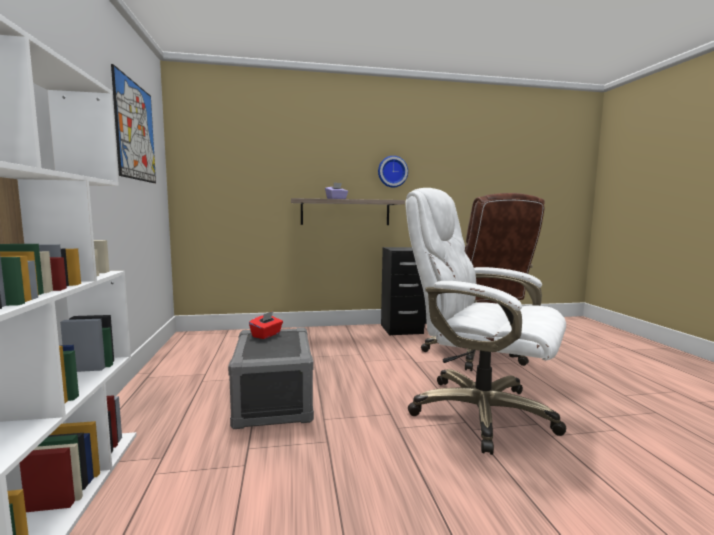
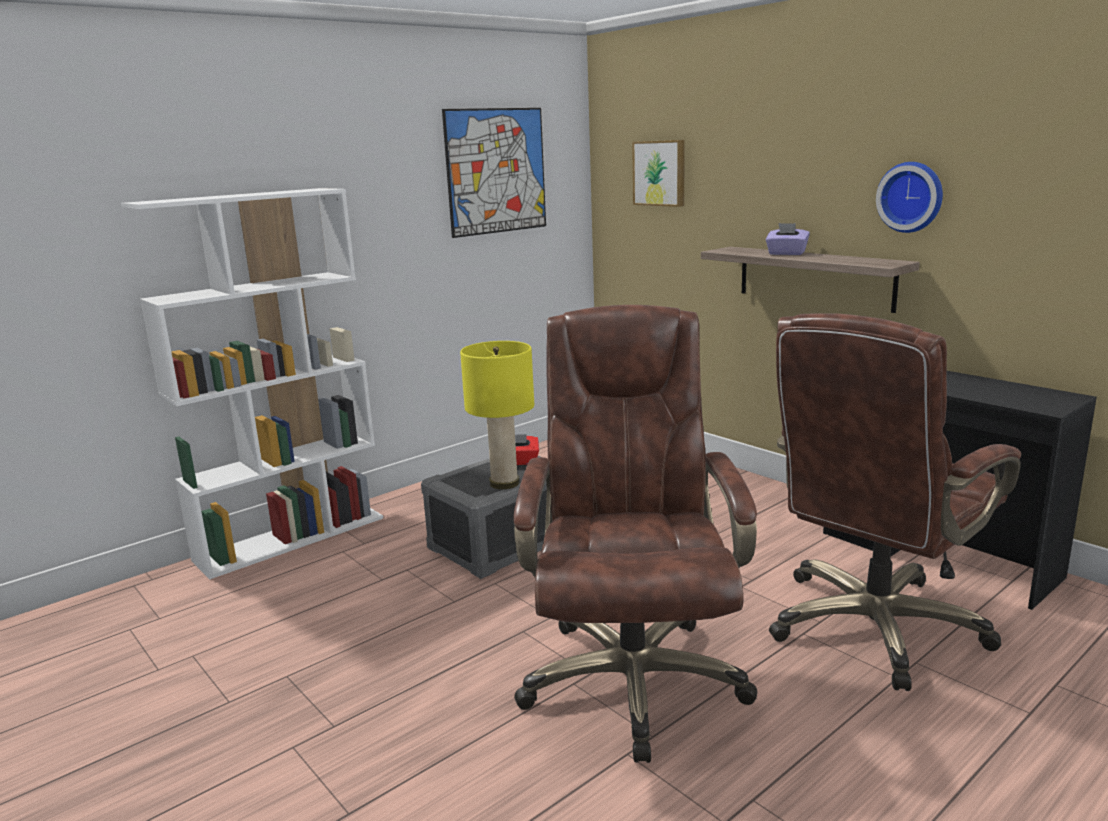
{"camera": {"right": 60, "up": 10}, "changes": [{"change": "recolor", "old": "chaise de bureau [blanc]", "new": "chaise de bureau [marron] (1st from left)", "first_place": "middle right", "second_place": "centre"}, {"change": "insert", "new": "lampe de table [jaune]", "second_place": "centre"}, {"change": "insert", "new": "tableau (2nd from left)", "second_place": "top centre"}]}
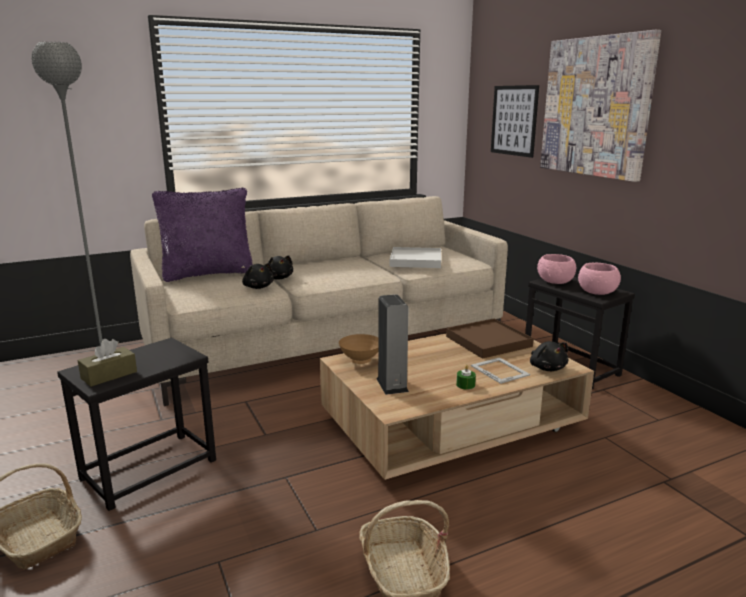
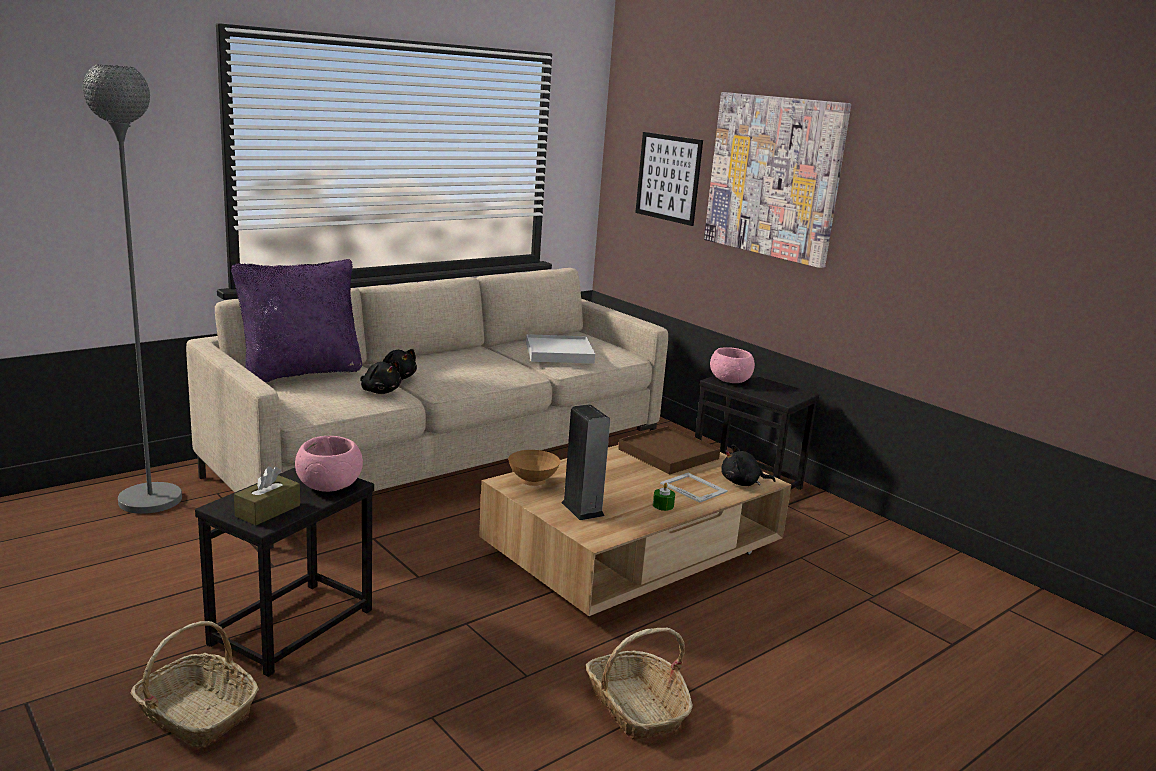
{"camera": {"right": -15, "up": 0}, "changes": [{"change": "rotate", "old": "peluche [noir] (3rd from left)", "first_place": "middle right", "second_place": "centre", "degrees": 120}, {"change": "move", "old": "bol [rose] (2nd from left in the first image)", "new": "bol [rose] (1st from left)", "first_place": "middle right", "second_place": "middle left"}]}
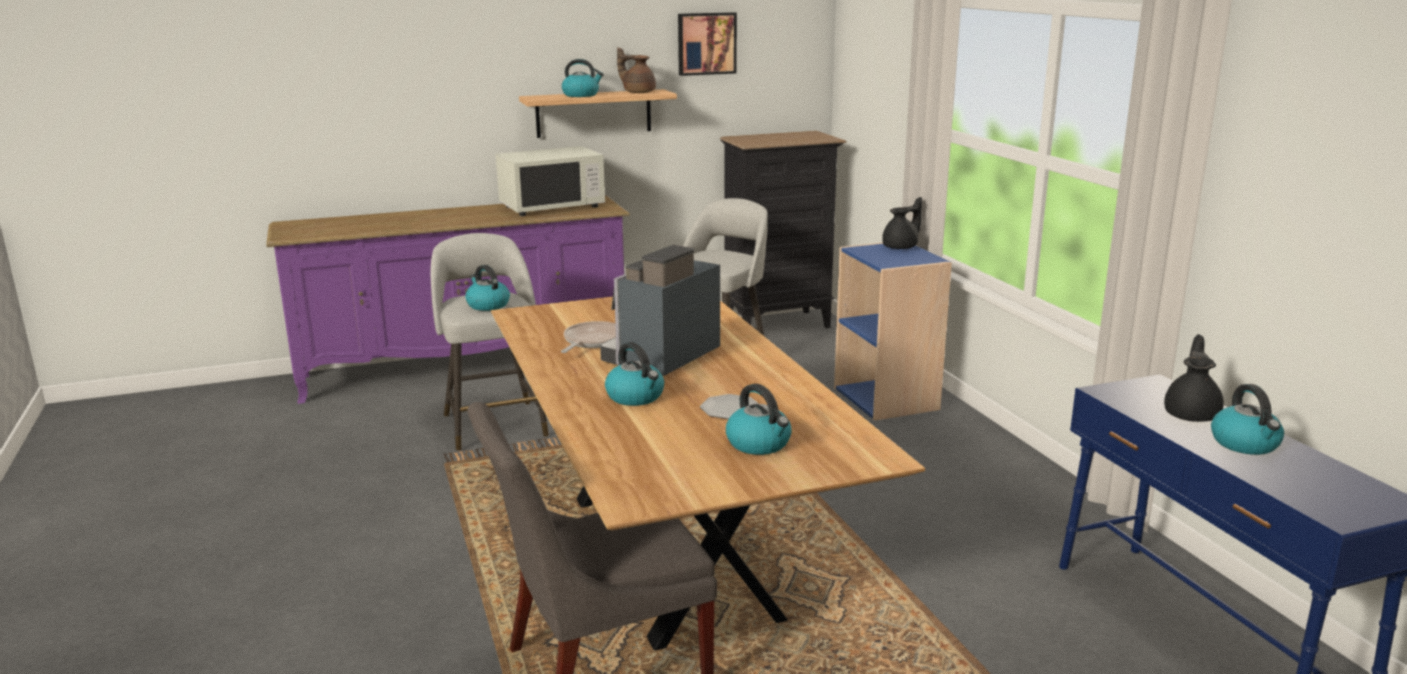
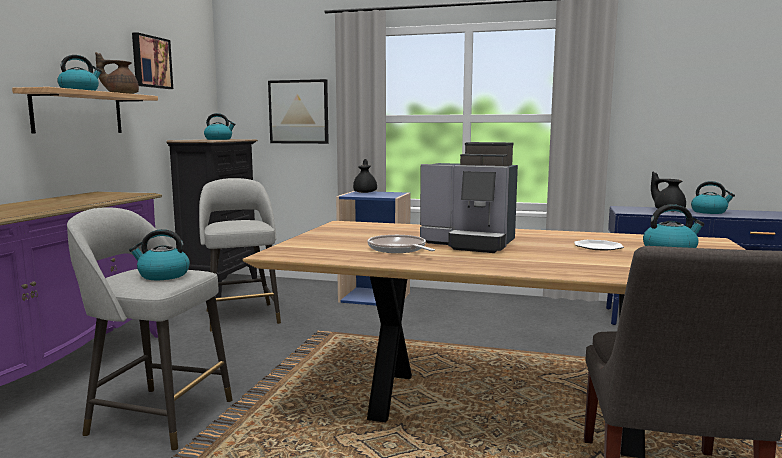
{"camera": {"right": -55, "up": -10}, "changes": [{"change": "delete", "old": "micro-ondes [blanc]", "first_place": "top centre"}, {"change": "rotate", "old": "machine à café", "first_place": "centre", "second_place": "centre", "degrees": -45}, {"change": "move", "old": "bouilloire (3rd from left)", "first_place": "centre", "second_place": "top left"}, {"change": "insert", "new": "tableau (2nd from left)", "second_place": "top centre"}]}
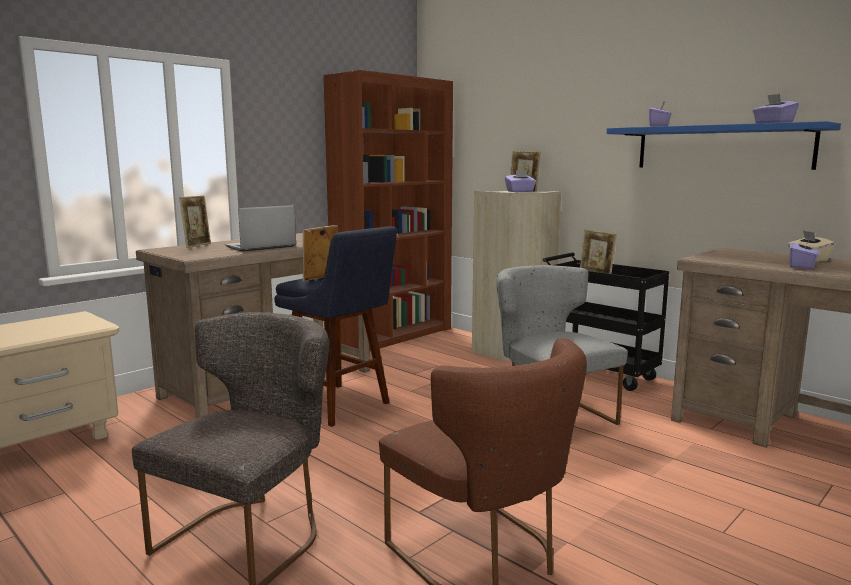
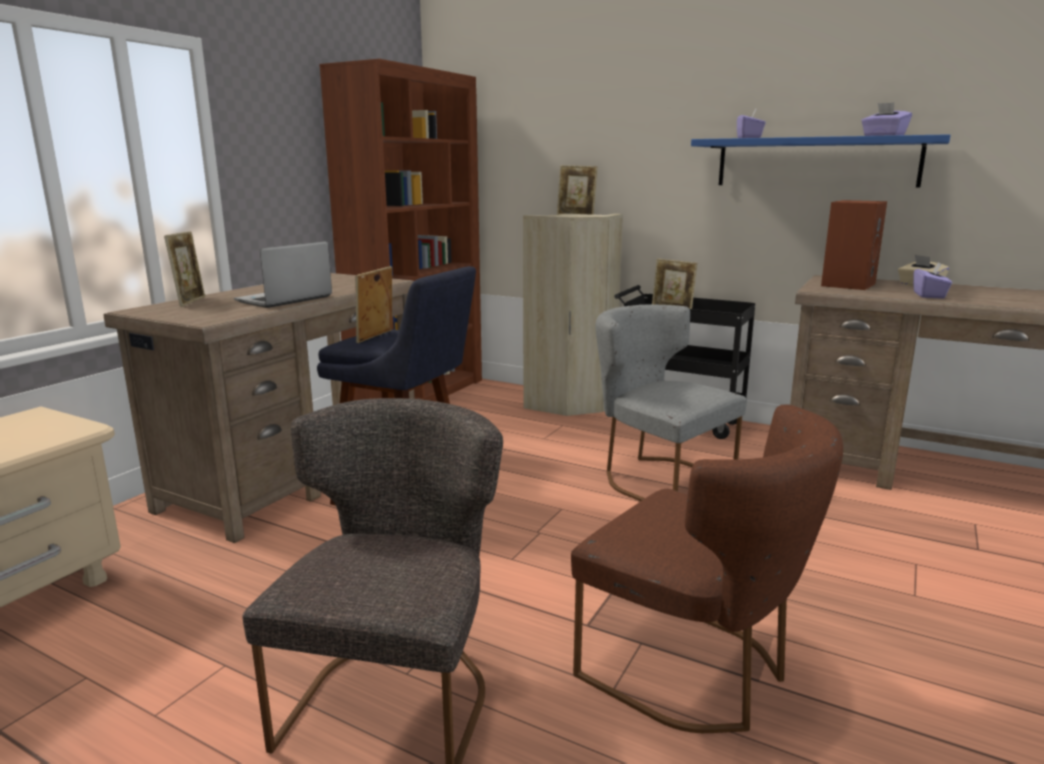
{"camera": {"right": -15, "up": 5}, "changes": [{"change": "delete", "old": "boîte à mouchoirs [violet] (1st from left)", "first_place": "top centre"}, {"change": "insert", "new": "enceinte [marron]", "second_place": "top right"}]}
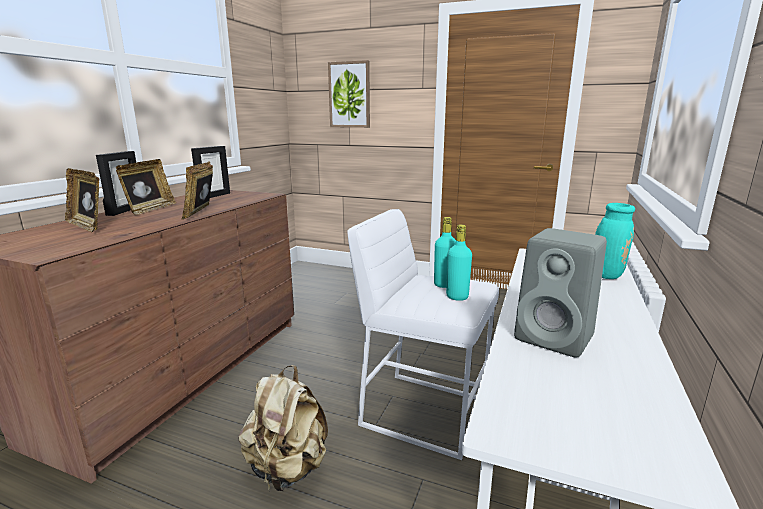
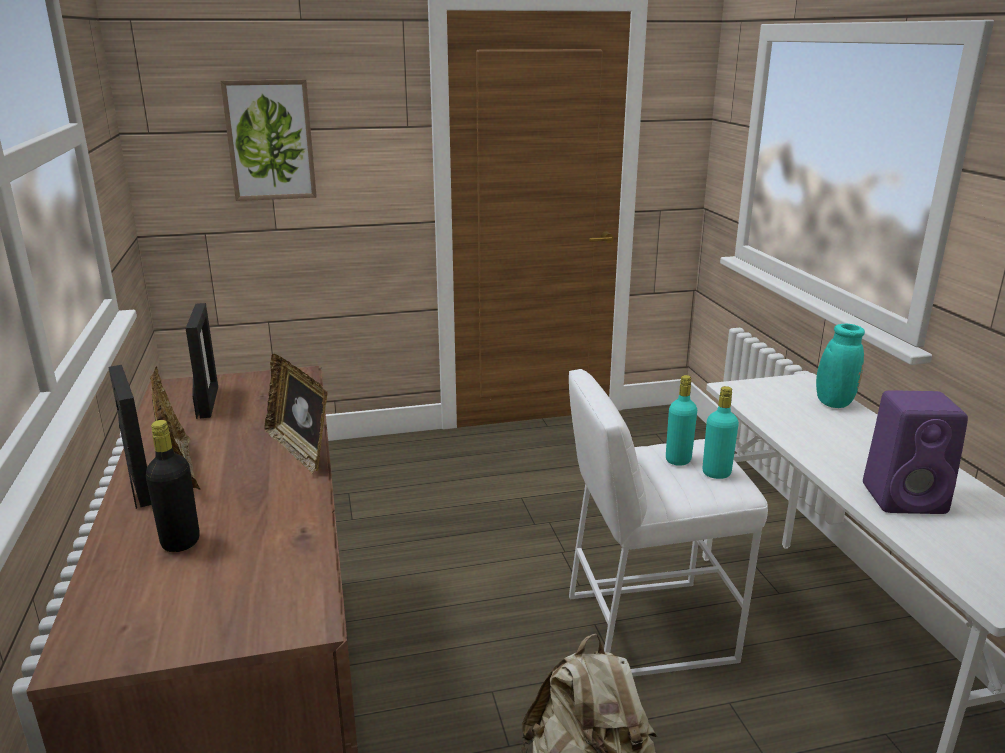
{"camera": {"right": -35, "up": 5}, "changes": [{"change": "replace", "old": "cadre photo (1st from left)", "new": "bouteille [noir]", "first_place": "middle left", "second_place": "middle left"}, {"change": "recolor", "old": "enceinte [gris]", "new": "enceinte [violet]", "first_place": "middle right", "second_place": "middle right"}]}
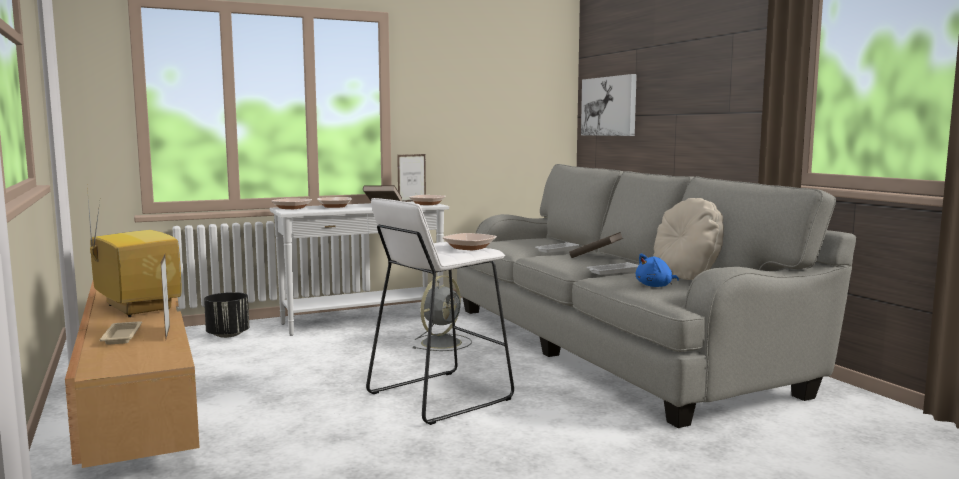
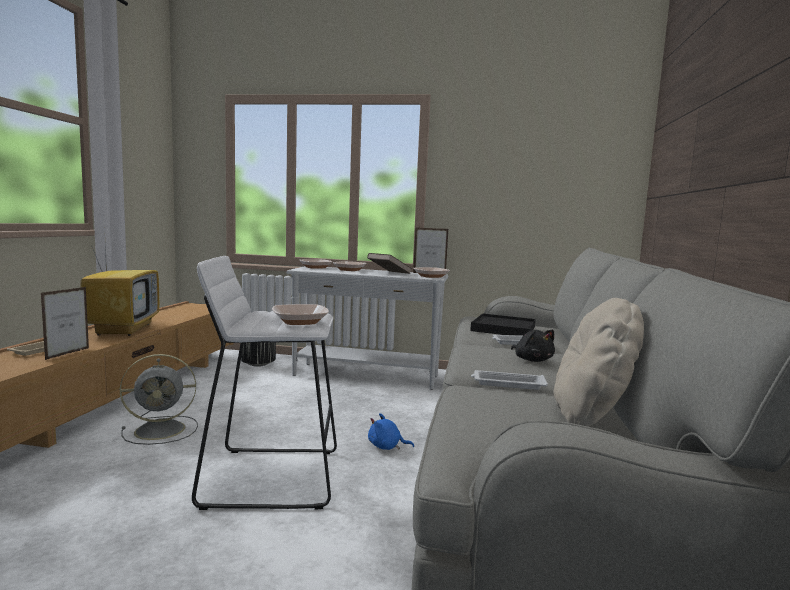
{"camera": {"right": 35, "up": 0}, "changes": [{"change": "move", "old": "ventilateur [gris]", "first_place": "centre", "second_place": "bottom left"}, {"change": "replace", "old": "livre [marron] (2nd from left)", "new": "peluche [noir]", "first_place": "centre", "second_place": "middle right"}, {"change": "delete", "old": "tableau", "first_place": "top centre"}, {"change": "move", "old": "peluche [bleu]", "first_place": "middle right", "second_place": "bottom centre"}, {"change": "insert", "new": "plateau [noir]", "second_place": "centre"}]}
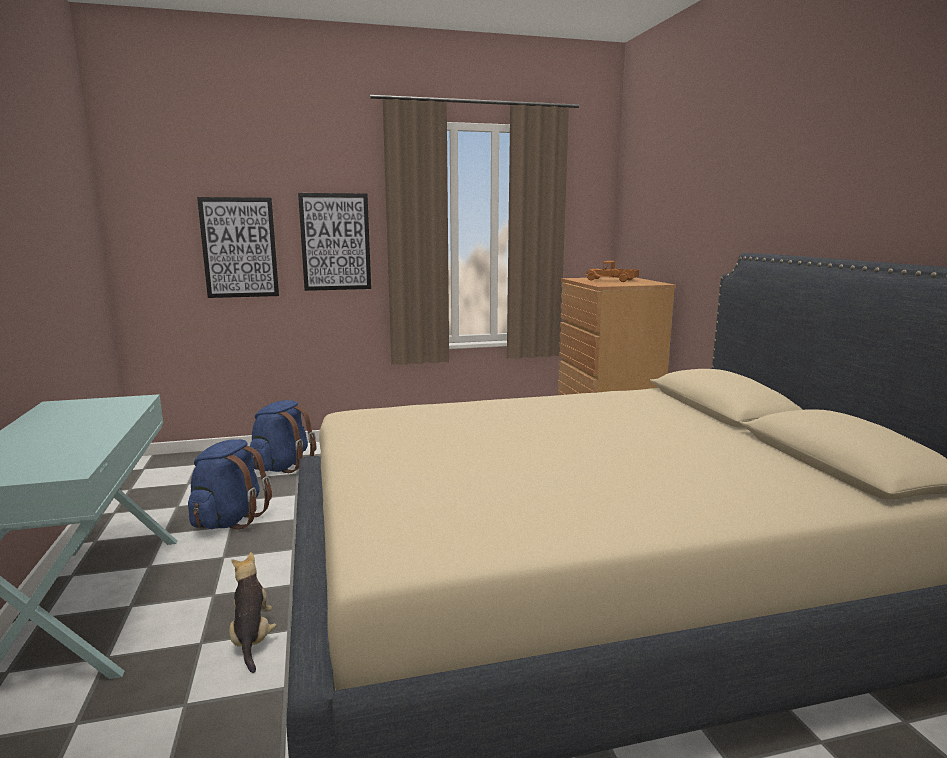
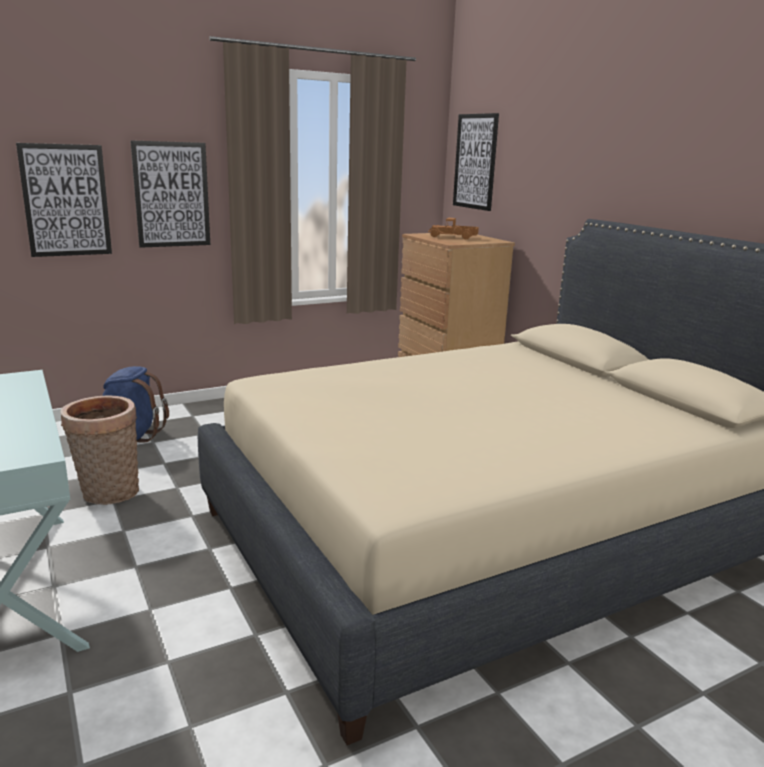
{"camera": {"right": -15, "up": 5}, "changes": [{"change": "replace", "old": "sac à dos [bleu] (1st from left)", "new": "panier", "first_place": "middle left", "second_place": "middle left"}, {"change": "delete", "old": "peluche", "first_place": "bottom left"}, {"change": "insert", "new": "tableau (3rd from left)", "second_place": "top centre"}]}
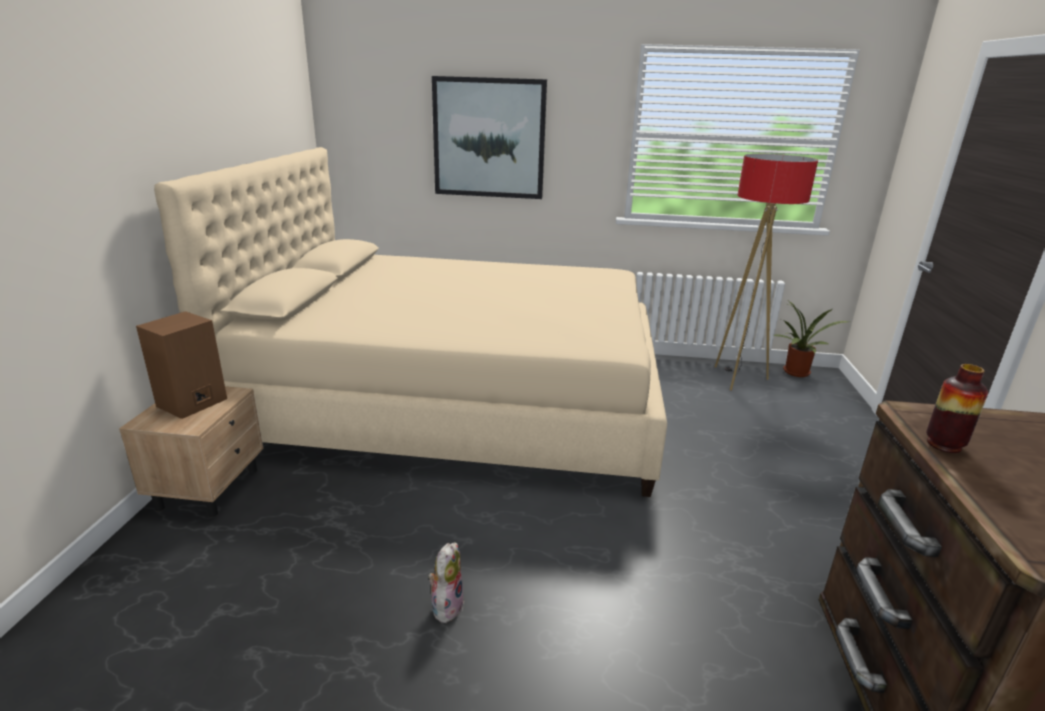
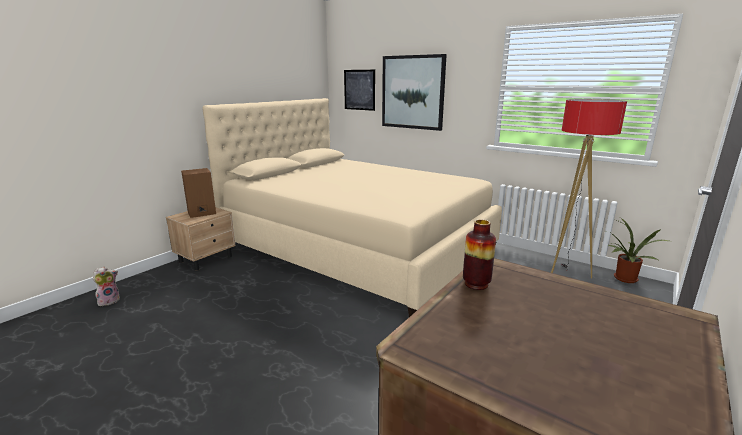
{"camera": {"right": 30, "up": -5}, "changes": [{"change": "move", "old": "peluche", "first_place": "bottom centre", "second_place": "middle left"}, {"change": "insert", "new": "tableau (1st from left)", "second_place": "top centre"}]}
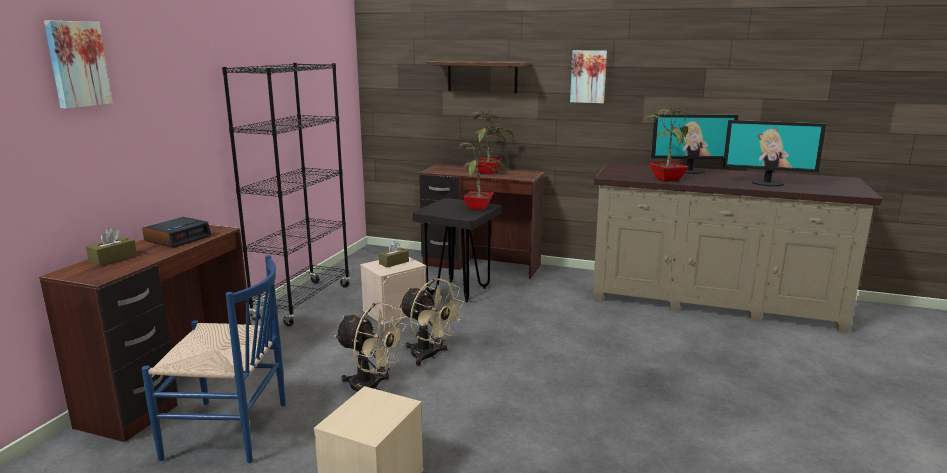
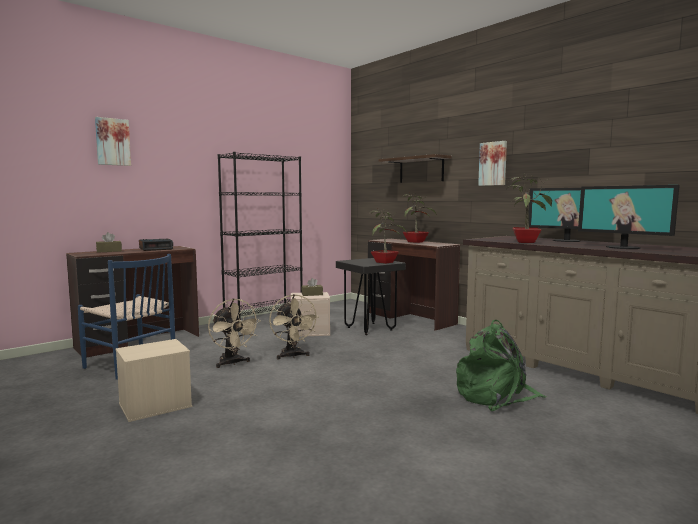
{"camera": {"right": 30, "up": -10}, "changes": [{"change": "insert", "new": "sac à dos [vert]", "second_place": "bottom right"}]}
